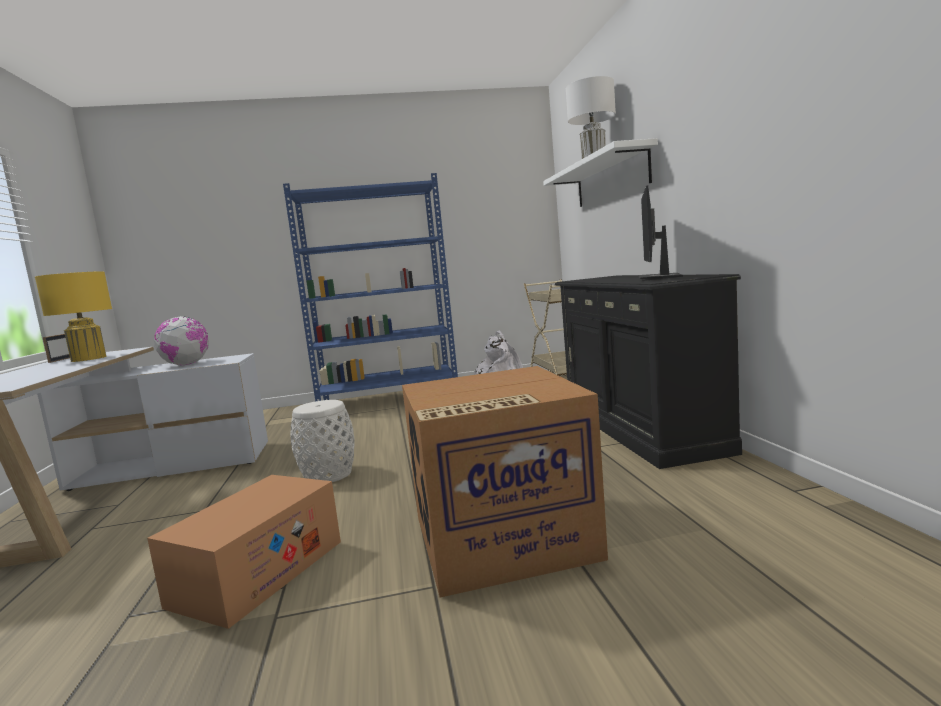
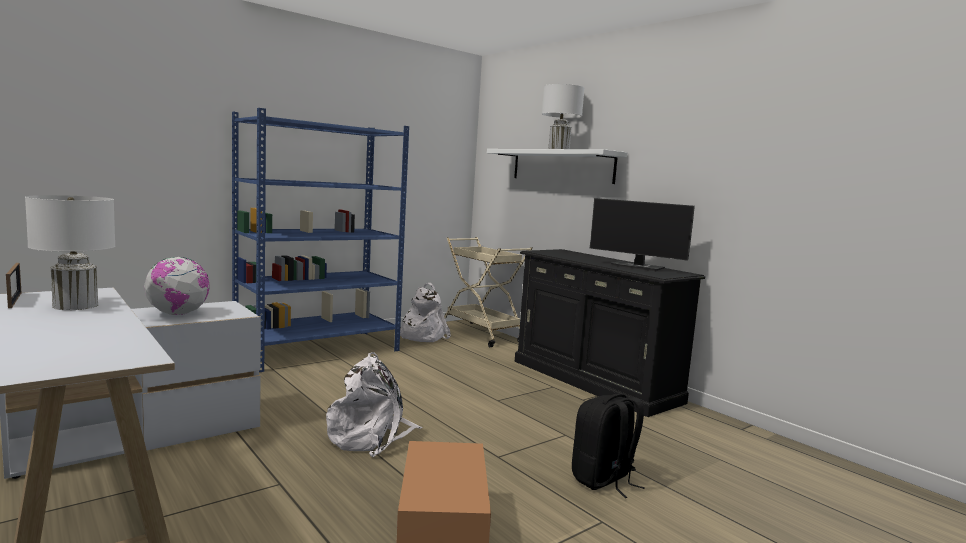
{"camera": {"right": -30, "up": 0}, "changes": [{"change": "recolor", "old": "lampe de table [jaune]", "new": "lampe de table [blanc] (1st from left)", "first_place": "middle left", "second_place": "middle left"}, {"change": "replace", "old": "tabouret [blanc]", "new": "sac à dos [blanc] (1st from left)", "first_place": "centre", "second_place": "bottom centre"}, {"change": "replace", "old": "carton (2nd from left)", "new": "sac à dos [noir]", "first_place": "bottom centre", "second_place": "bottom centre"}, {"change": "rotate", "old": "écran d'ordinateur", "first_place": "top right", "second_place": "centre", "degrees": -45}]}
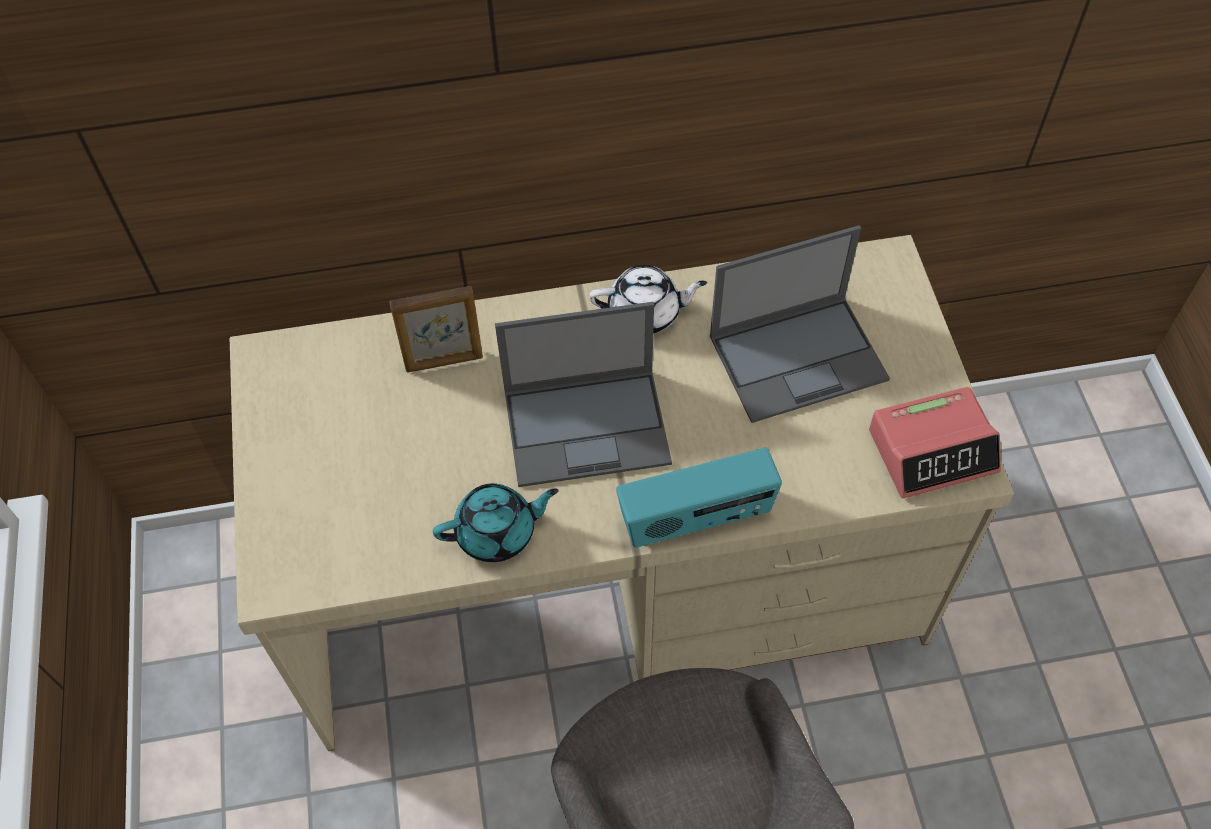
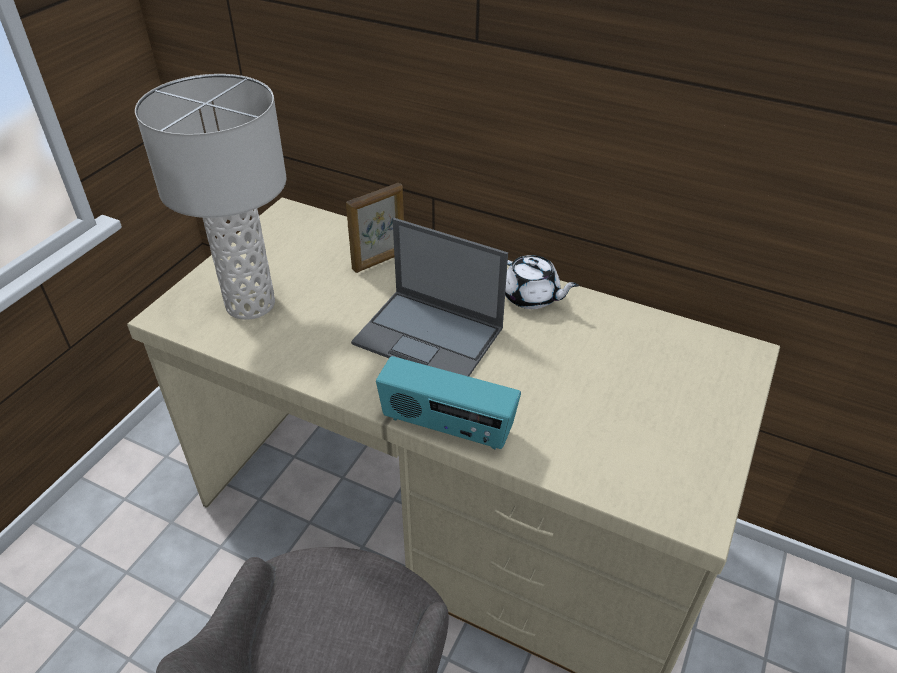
{"camera": {"right": 35, "up": -15}, "changes": [{"change": "rotate", "old": "cadre photo", "first_place": "centre", "second_place": "centre", "degrees": -60}, {"change": "delete", "old": "théière [turquoise]", "first_place": "centre"}, {"change": "delete", "old": "ordinateur portable (2nd from left)", "first_place": "centre"}, {"change": "delete", "old": "réveil", "first_place": "middle right"}, {"change": "insert", "new": "lampe de table [blanc]", "second_place": "top left"}]}
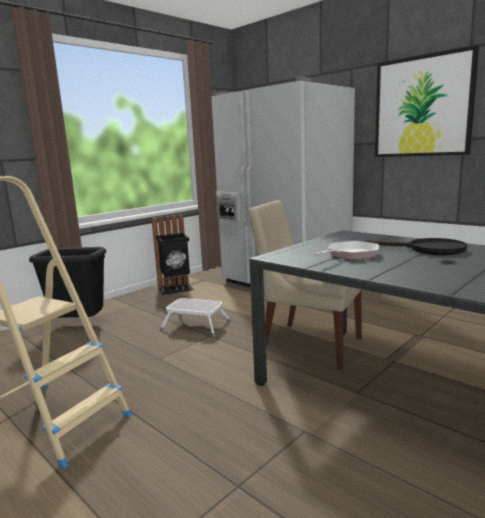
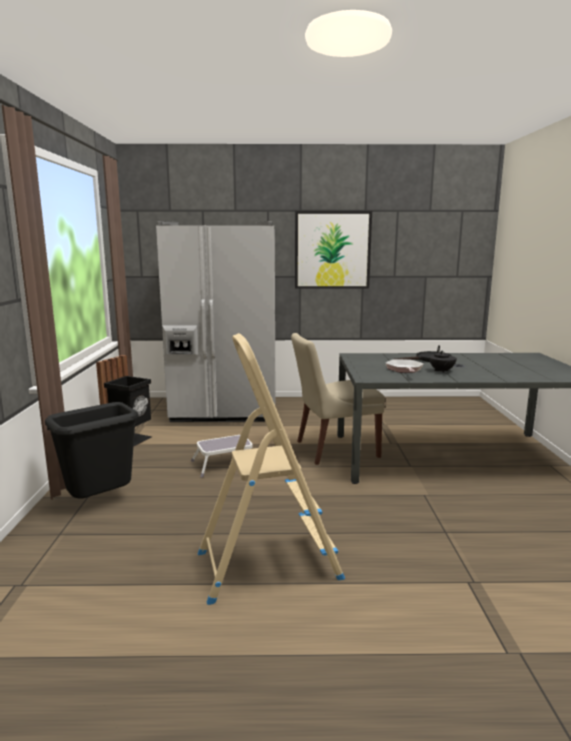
{"camera": {"right": -45, "up": 0}, "changes": [{"change": "insert", "new": "théière [noir]", "second_place": "middle right"}]}
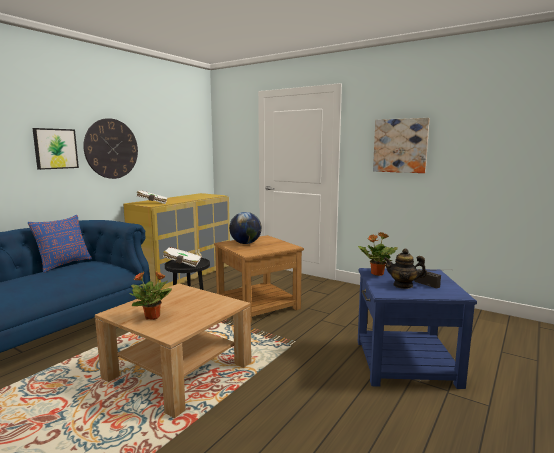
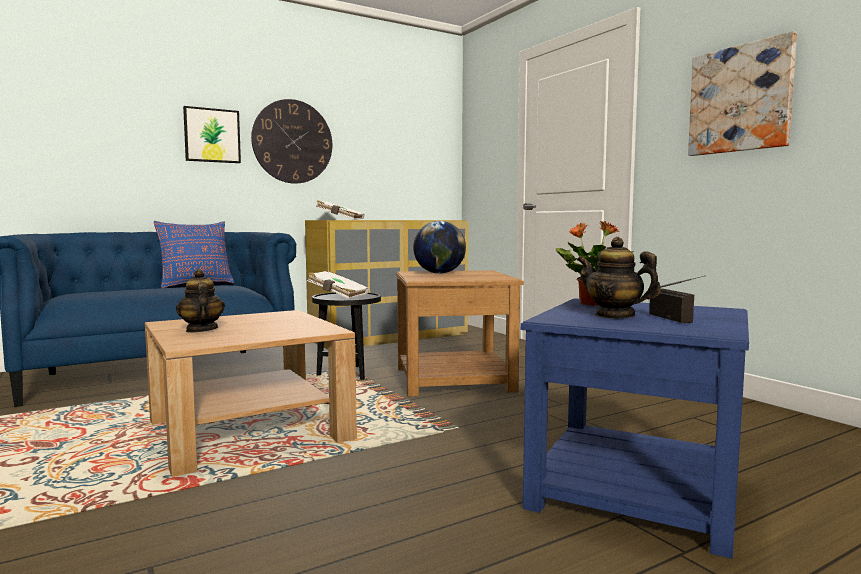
{"camera": {"right": 25, "up": -5}, "changes": [{"change": "replace", "old": "plante en pot (1st from left)", "new": "théière (1st from left)", "first_place": "middle left", "second_place": "middle left"}]}
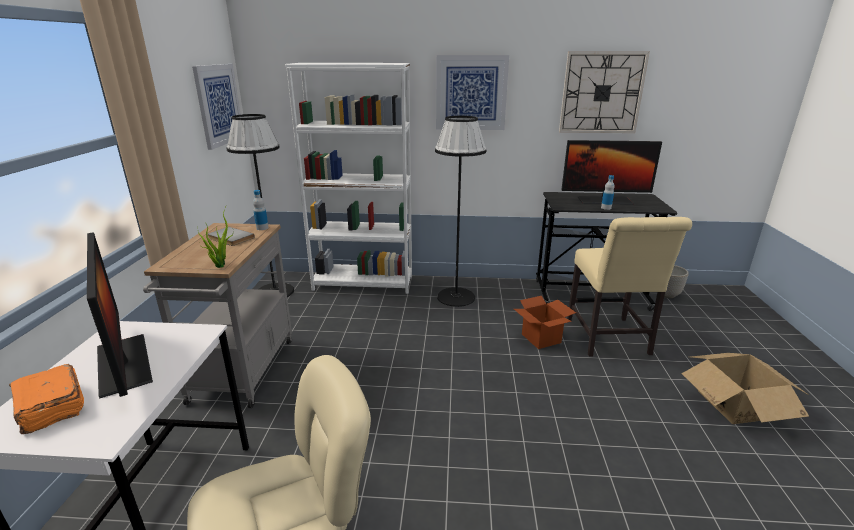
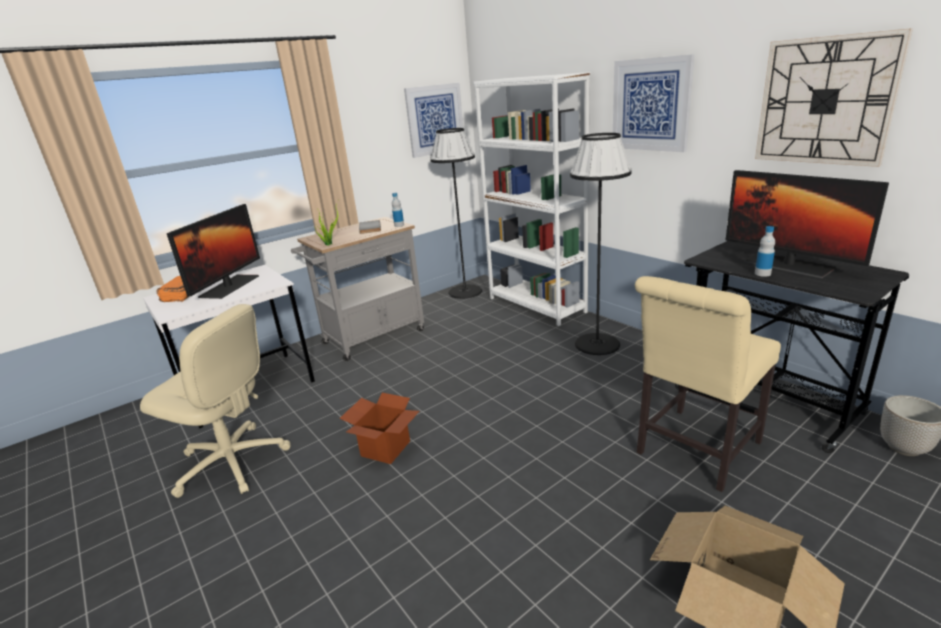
{"camera": {"right": 50, "up": 0}, "changes": [{"change": "move", "old": "carton (1st from left)", "first_place": "centre", "second_place": "bottom centre"}]}
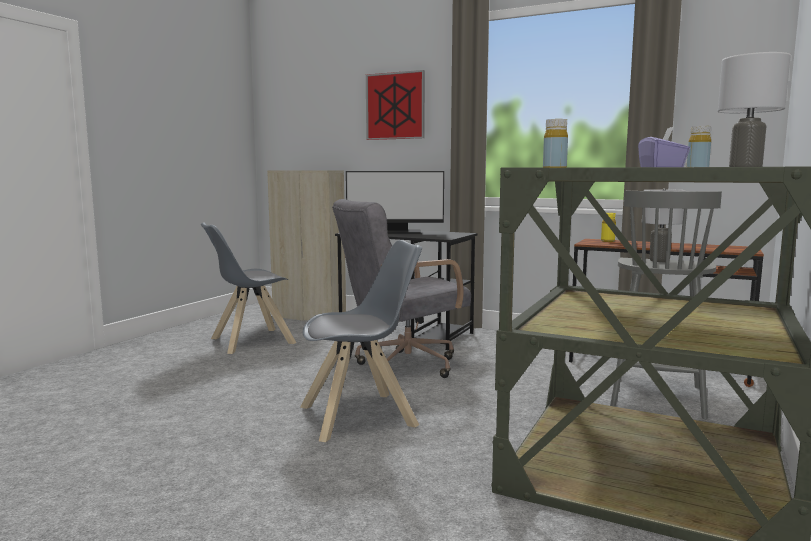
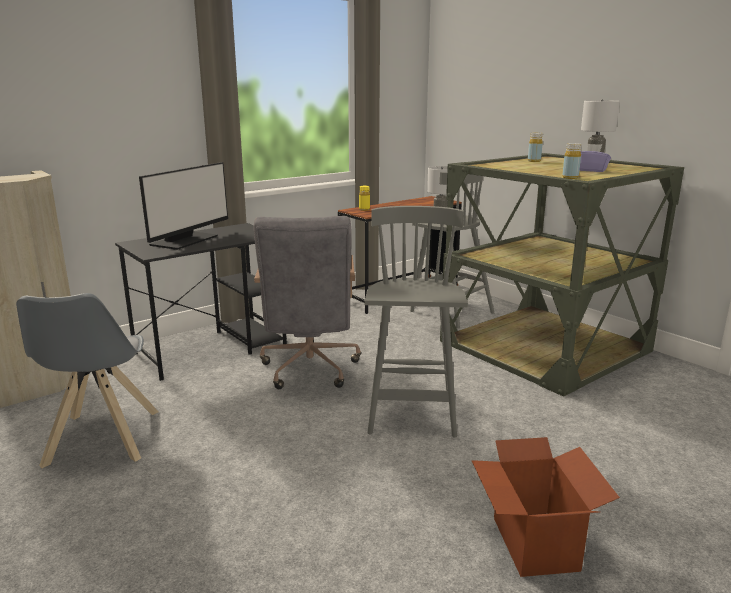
{"camera": {"right": -65, "up": 10}, "changes": [{"change": "replace", "old": "chaise [gris] (2nd from left)", "new": "tabouret [gris] (1st from left)", "first_place": "centre", "second_place": "centre"}, {"change": "delete", "old": "tableau", "first_place": "top centre"}, {"change": "insert", "new": "carton", "second_place": "bottom right"}]}
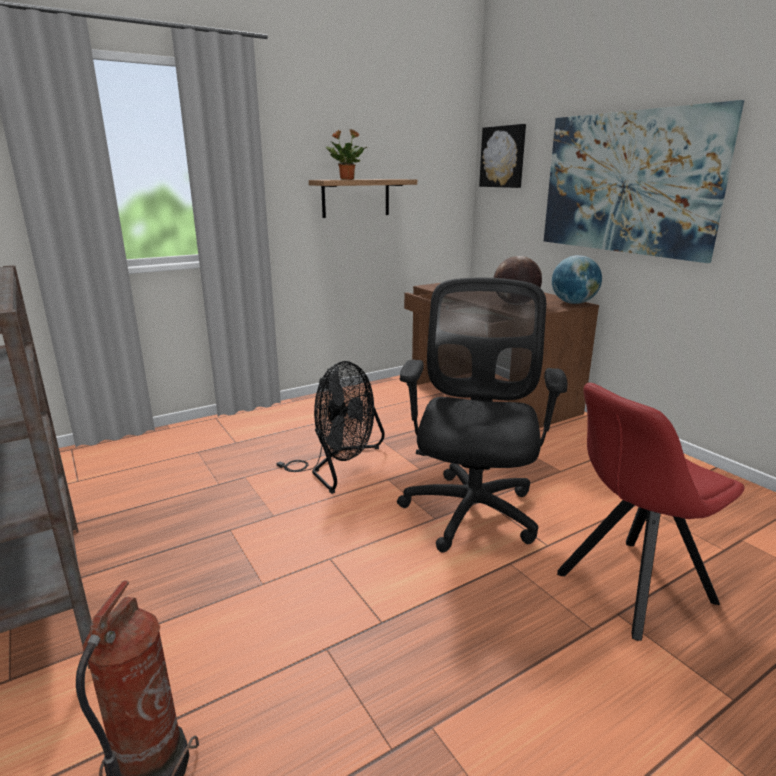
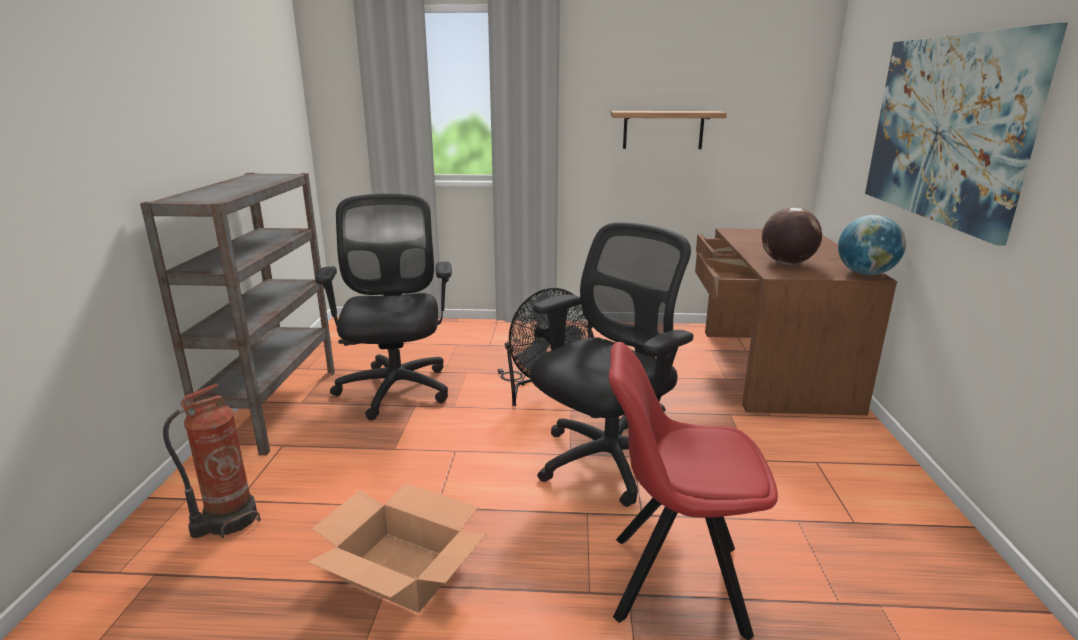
{"camera": {"right": 35, "up": 0}, "changes": [{"change": "delete", "old": "plante en pot", "first_place": "top centre"}, {"change": "delete", "old": "tableau (1st from left)", "first_place": "top centre"}, {"change": "insert", "new": "carton", "second_place": "bottom centre"}, {"change": "insert", "new": "chaise de bureau [noir] (1st from left)", "second_place": "centre"}]}
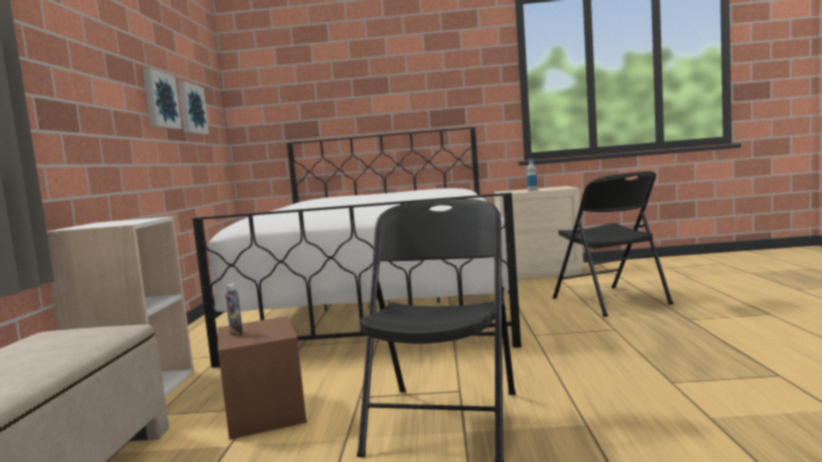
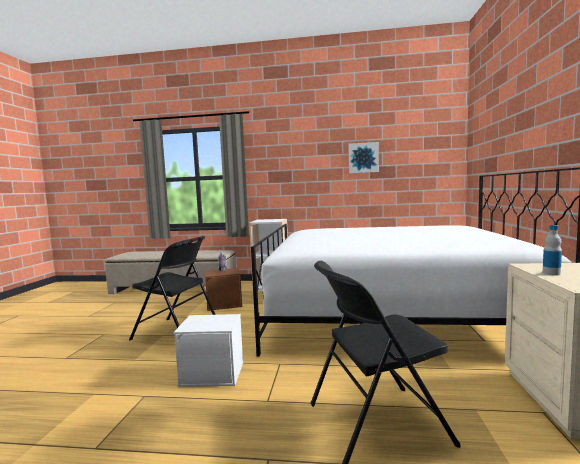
{"camera": {"right": 95, "up": 0}, "changes": [{"change": "delete", "old": "tableau (2nd from left)", "first_place": "top left"}, {"change": "insert", "new": "boîte de rangement [blanc]", "second_place": "bottom centre"}]}
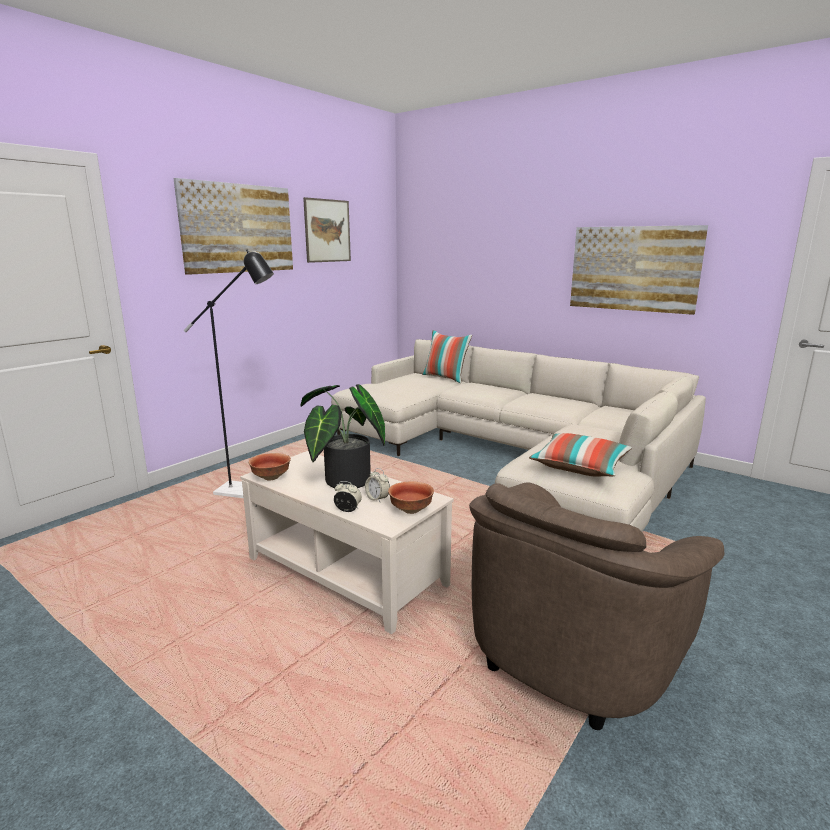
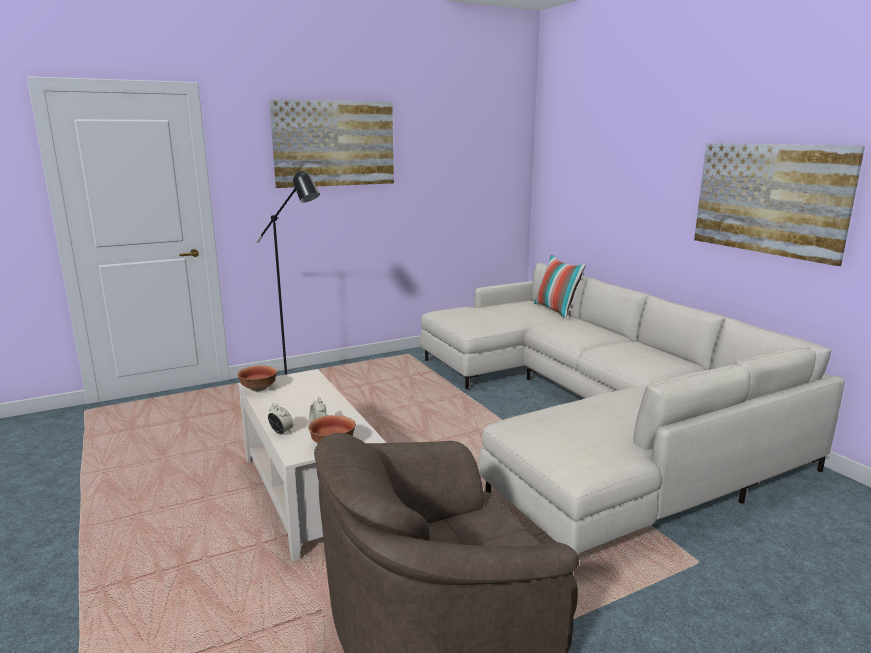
{"camera": {"right": 25, "up": 0}, "changes": [{"change": "delete", "old": "plante en pot", "first_place": "centre"}, {"change": "delete", "old": "tableau (2nd from left)", "first_place": "top centre"}, {"change": "delete", "old": "coussin (2nd from left)", "first_place": "middle right"}]}
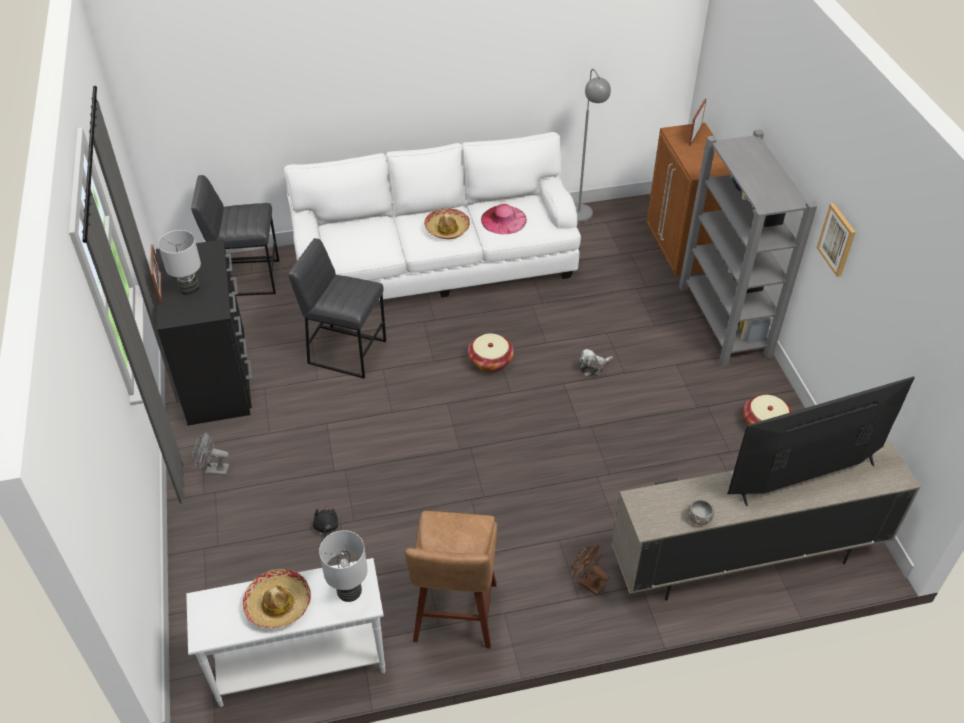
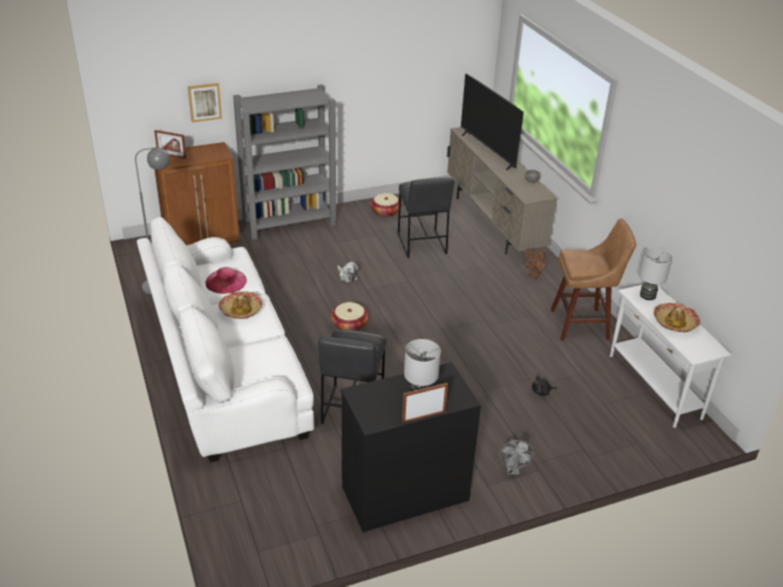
{"camera": {"right": -100, "up": -10}, "changes": [{"change": "move", "old": "tabouret [gris] (1st from left in the first image)", "new": "tabouret [gris] (2nd from left)", "first_place": "top left", "second_place": "centre"}, {"change": "move", "old": "tableau", "first_place": "top right", "second_place": "top left"}]}
